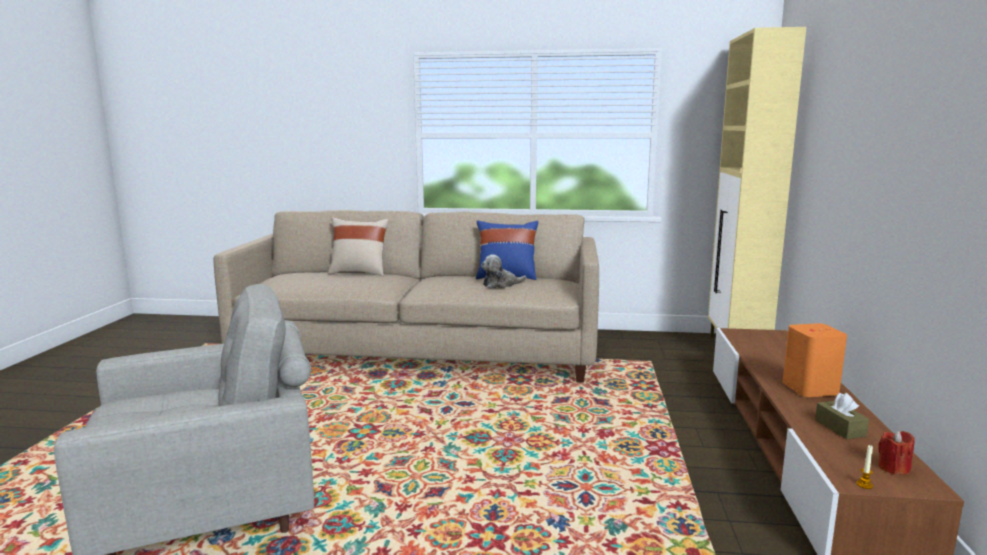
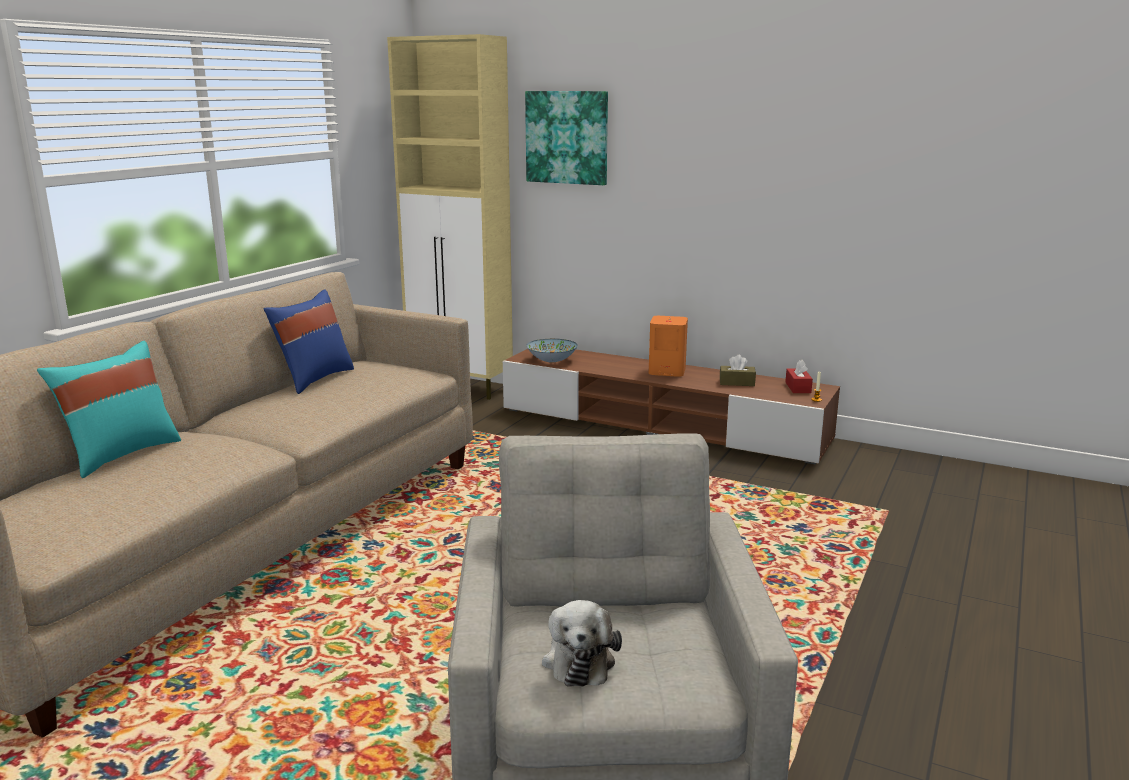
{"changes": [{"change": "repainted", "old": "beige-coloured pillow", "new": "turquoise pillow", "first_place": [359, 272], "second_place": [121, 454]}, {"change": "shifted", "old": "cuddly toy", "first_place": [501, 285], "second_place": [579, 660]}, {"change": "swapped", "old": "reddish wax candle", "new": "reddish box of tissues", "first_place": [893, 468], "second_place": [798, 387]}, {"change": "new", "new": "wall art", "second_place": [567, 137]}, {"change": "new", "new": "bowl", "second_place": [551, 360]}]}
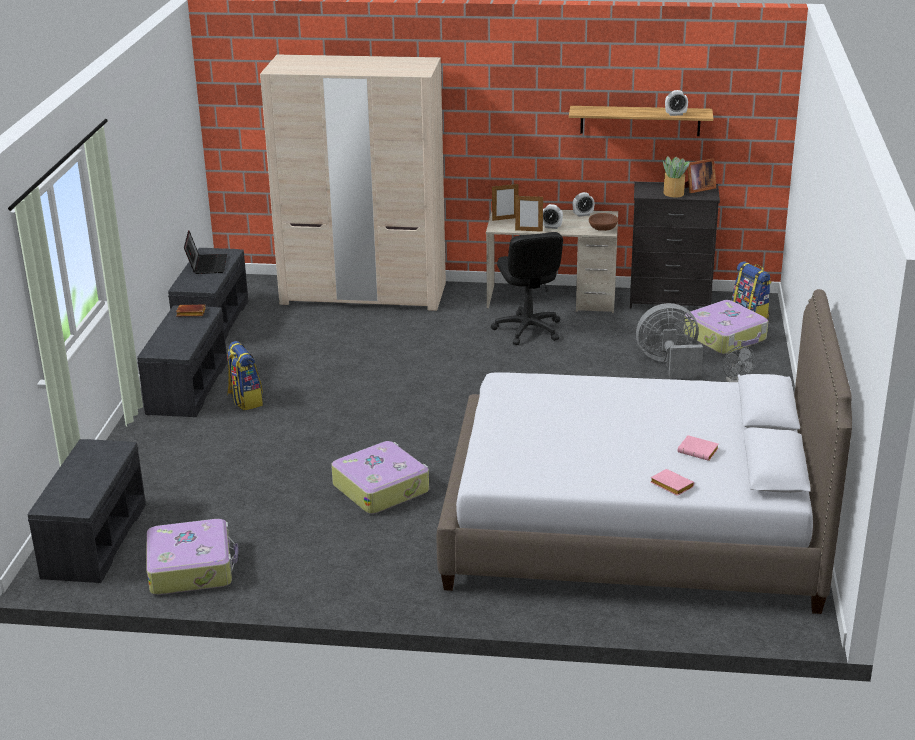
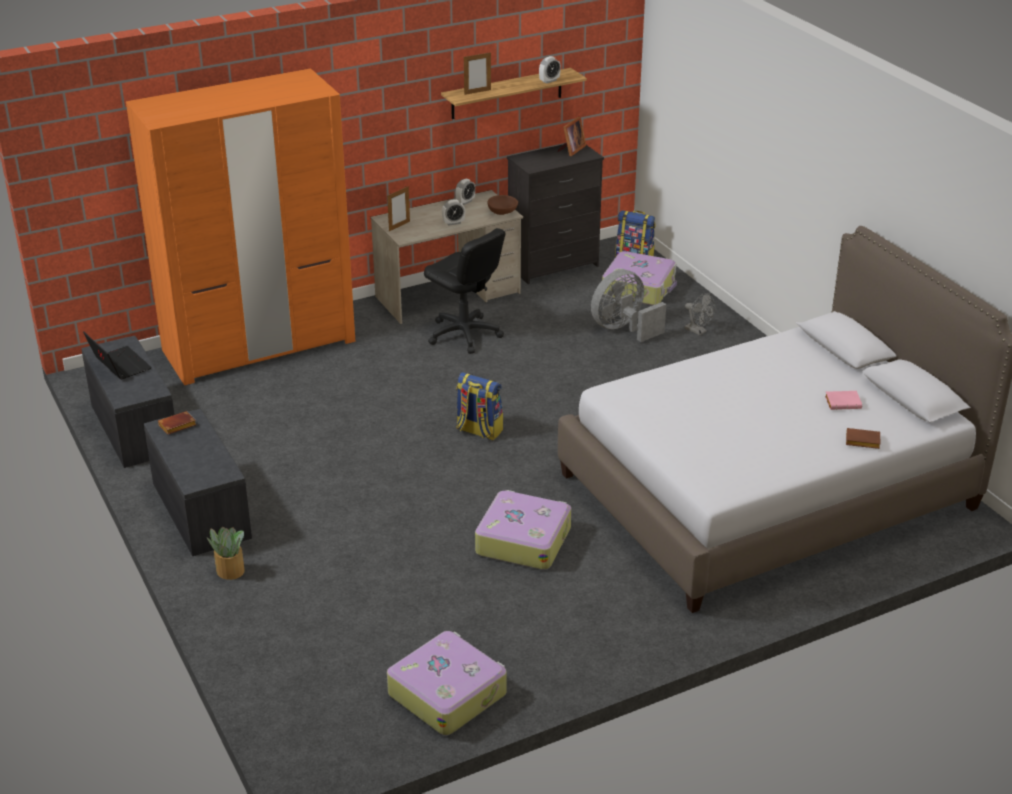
{"changes": [{"change": "repainted", "old": "beige-coloured clothes cupboard", "new": "orange-coloured clothes cupboard", "first_place": [363, 294], "second_place": [259, 346]}, {"change": "shifted", "old": "potted plant", "first_place": [673, 193], "second_place": [230, 570]}, {"change": "shifted", "old": "photo frame", "first_place": [529, 230], "second_place": [477, 92]}, {"change": "shifted", "old": "knapsack", "first_place": [245, 400], "second_place": [478, 431]}, {"change": "gone", "old": "gray bench", "first_place": [94, 539]}, {"change": "repainted", "old": "pink book", "new": "brownish book", "first_place": [670, 485], "second_place": [861, 442]}]}
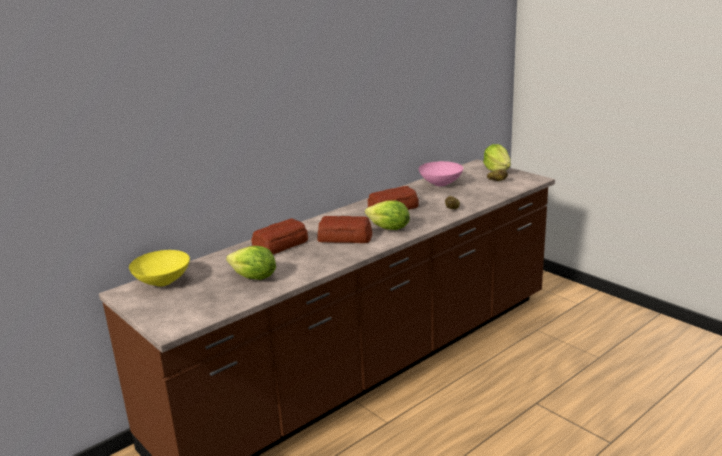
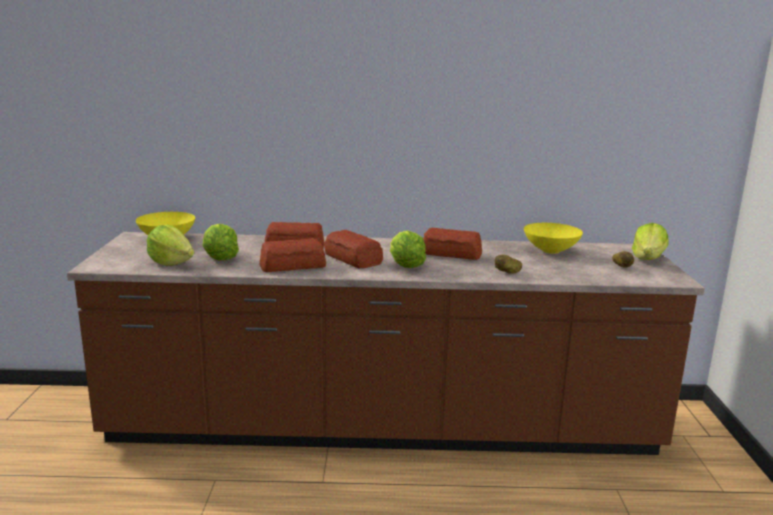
{"changes": [{"change": "repainted", "old": "pink bowl", "new": "yellowish bowl", "first_place": [440, 184], "second_place": [550, 251]}, {"change": "new", "new": "lettuce head", "second_place": [171, 263]}, {"change": "new", "new": "bread", "second_place": [293, 265]}]}
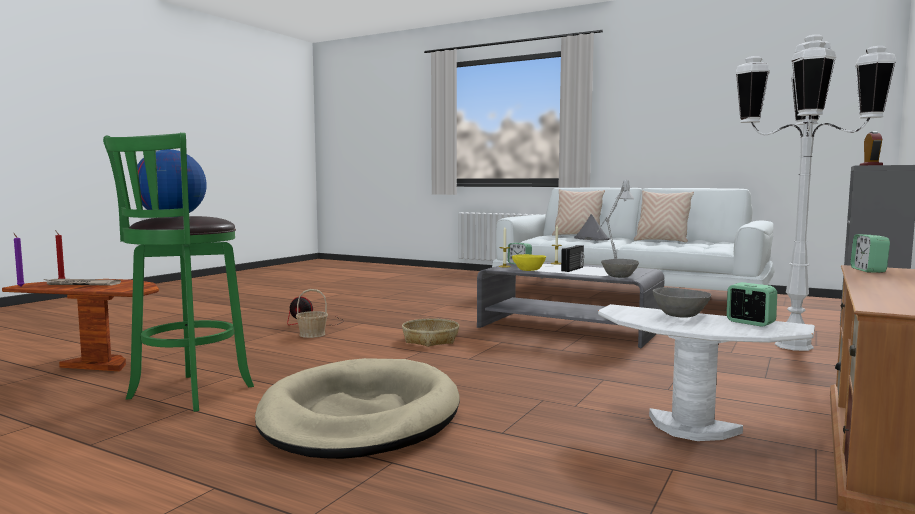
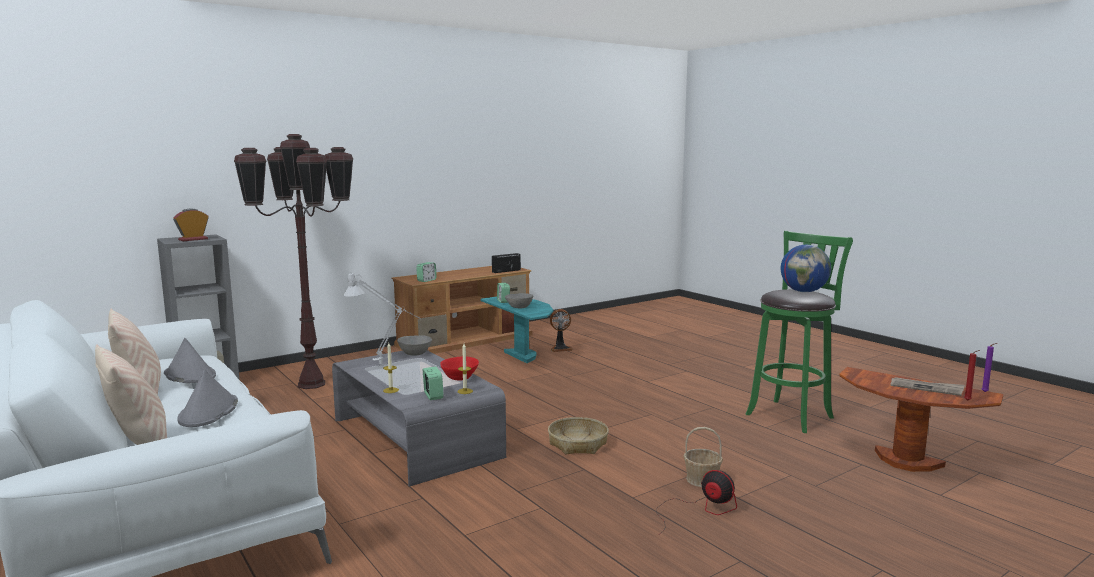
{"changes": [{"change": "repainted", "old": "white-coloured standing lamp", "new": "brownish standing lamp", "first_place": [793, 346], "second_place": [312, 384]}, {"change": "shifted", "old": "radio receiver", "first_place": [573, 269], "second_place": [506, 271]}, {"change": "repainted", "old": "yellowish bowl", "new": "reddish bowl", "first_place": [529, 270], "second_place": [459, 378]}, {"change": "repainted", "old": "white-coloured accent table", "new": "turquoise accent table", "first_place": [691, 428], "second_place": [521, 356]}, {"change": "gone", "old": "beige-coloured pet bed", "first_place": [360, 416]}, {"change": "new", "new": "cooling fan", "second_place": [560, 348]}, {"change": "new", "new": "gray hat", "second_place": [189, 375]}]}
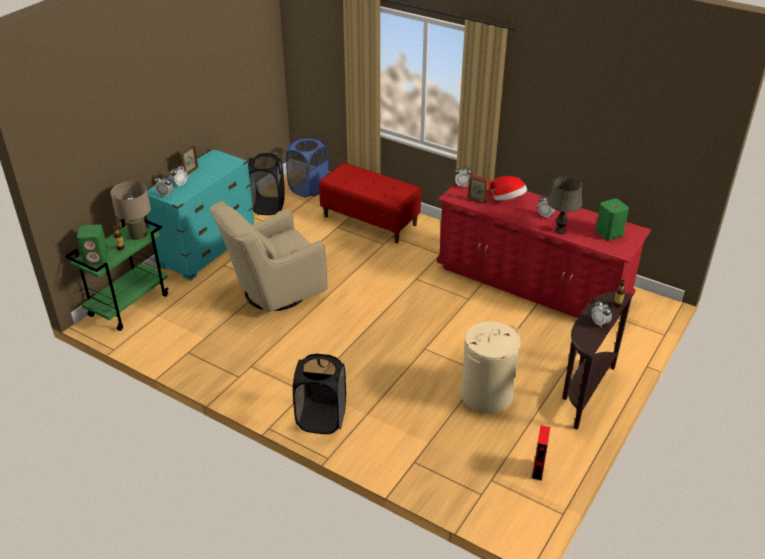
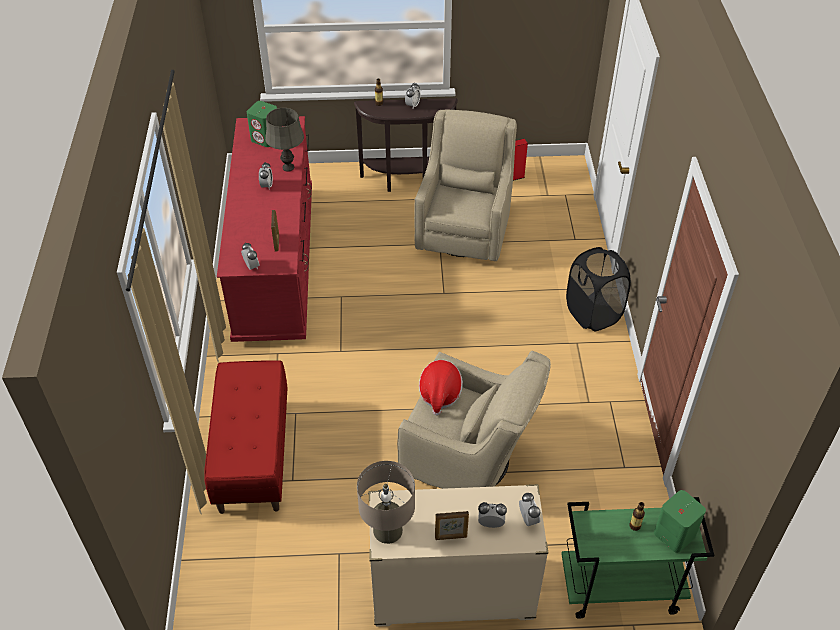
{"changes": [{"change": "gone", "old": "blue-coloured washing basket", "first_place": [309, 189]}, {"change": "repainted", "old": "turquoise chest of drawers", "new": "beige-coloured chest of drawers", "first_place": [207, 249], "second_place": [452, 592]}, {"change": "gone", "old": "black washing basket", "first_place": [268, 206]}, {"change": "shifted", "old": "hat", "first_place": [507, 200], "second_place": [440, 394]}, {"change": "shifted", "old": "beige-coloured table lamp", "first_place": [138, 234], "second_place": [387, 530]}, {"change": "swapped", "old": "beige-coloured washing basket", "new": "beige-coloured easy chair", "first_place": [486, 395], "second_place": [464, 230]}]}
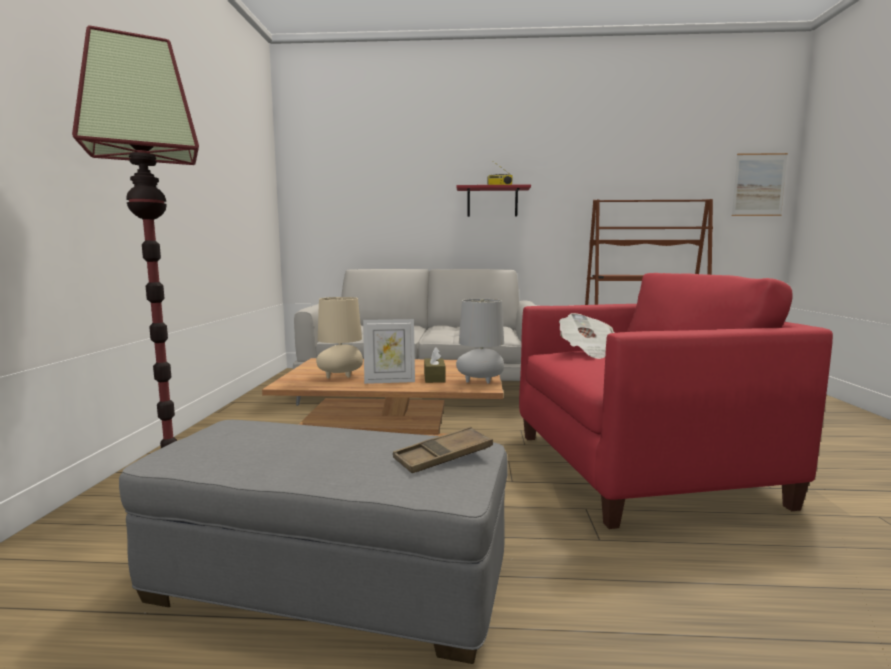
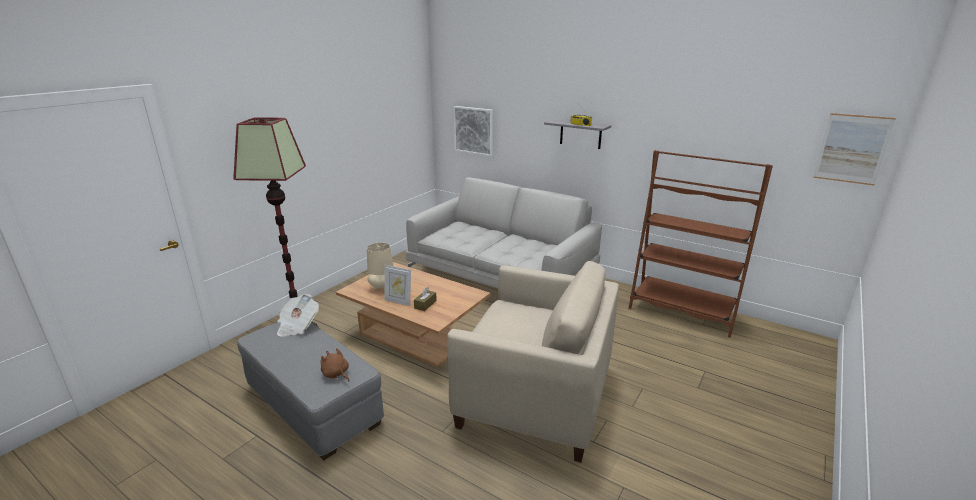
{"changes": [{"change": "repainted", "old": "reddish bracket shelf", "new": "gray bracket shelf", "first_place": [492, 202], "second_place": [580, 134]}, {"change": "repainted", "old": "reddish easy chair", "new": "beige-coloured easy chair", "first_place": [638, 468], "second_place": [535, 396]}, {"change": "gone", "old": "gray table lamp", "first_place": [480, 382]}, {"change": "shifted", "old": "daily paper", "first_place": [588, 352], "second_place": [297, 326]}, {"change": "swapped", "old": "brownish tray", "new": "brownish cuddly toy", "first_place": [443, 456], "second_place": [336, 374]}, {"change": "new", "new": "wall art", "second_place": [474, 130]}]}
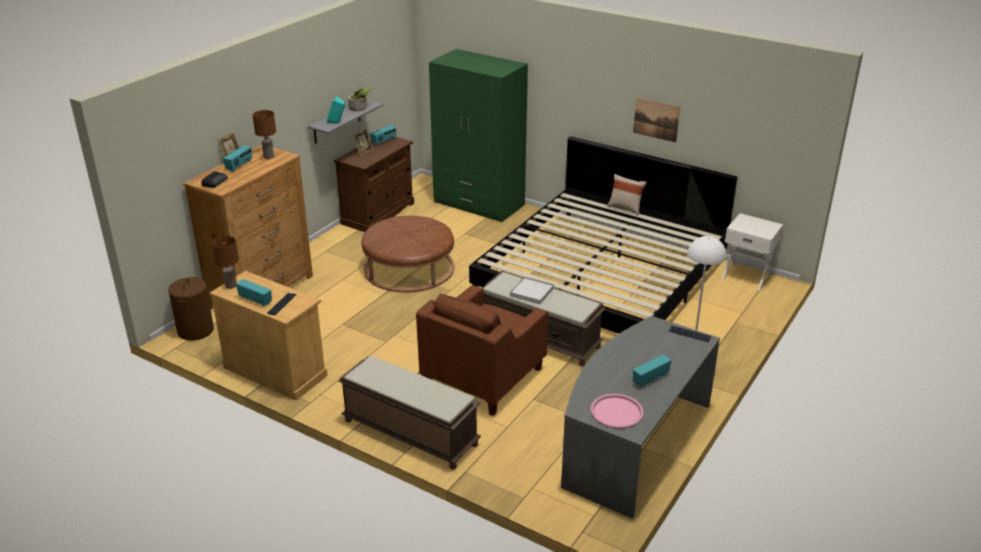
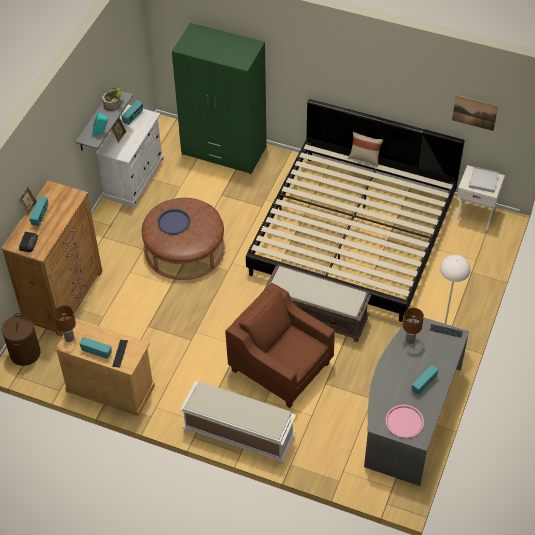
{"changes": [{"change": "shifted", "old": "wall art", "first_place": [656, 119], "second_place": [475, 112]}, {"change": "shifted", "old": "brownish table lamp", "first_place": [268, 156], "second_place": [410, 340]}, {"change": "repainted", "old": "brownish cupboard", "new": "white-coloured cupboard", "first_place": [378, 213], "second_place": [134, 178]}, {"change": "shifted", "old": "white-coloured tray", "first_place": [531, 292], "second_place": [483, 180]}, {"change": "rotated", "old": "brownish easy chair", "first_place": [483, 377], "second_place": [281, 367], "degrees": 105}, {"change": "repainted", "old": "brownish bench", "new": "white-coloured bench", "first_place": [409, 433], "second_place": [238, 434]}, {"change": "new", "new": "blue-coloured tray", "second_place": [173, 222]}]}
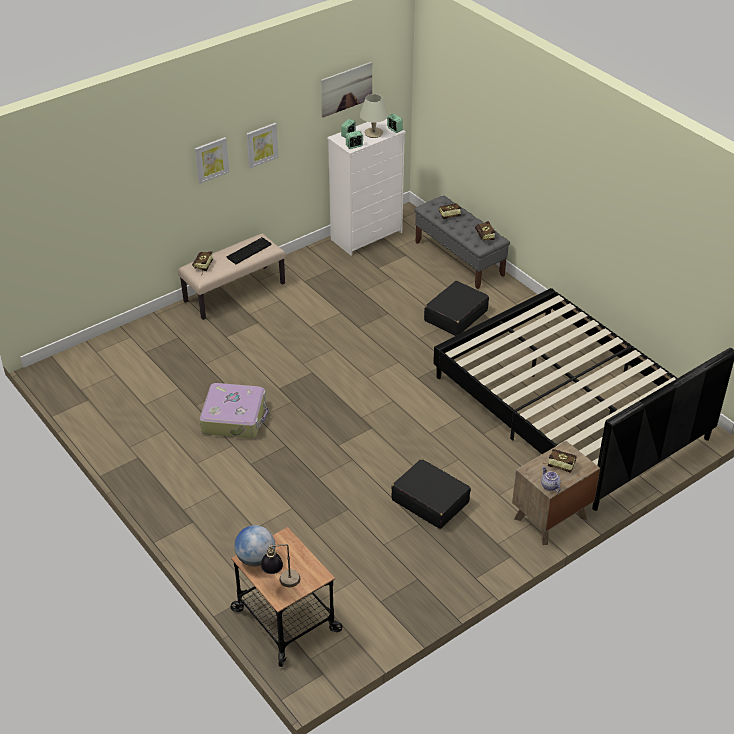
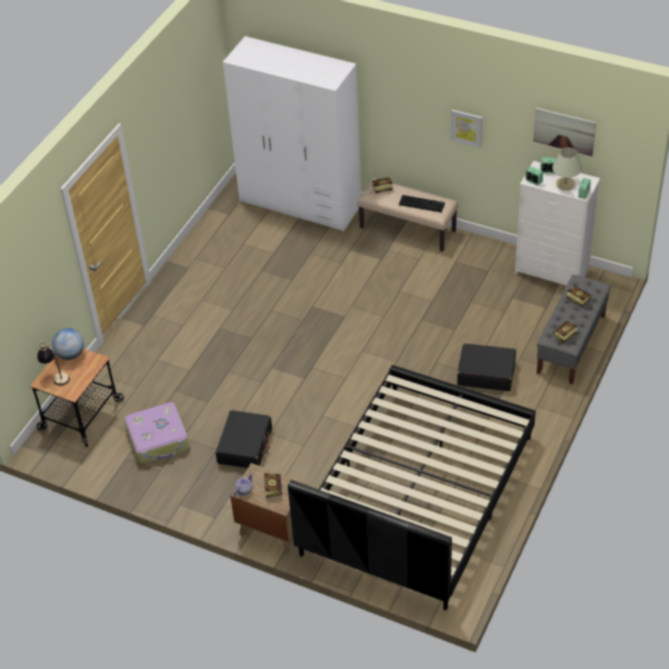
{"changes": [{"change": "gone", "old": "wall art", "first_place": [211, 160]}, {"change": "shifted", "old": "piece of luggage", "first_place": [235, 418], "second_place": [158, 439]}, {"change": "new", "new": "white-coloured clothes cupboard", "second_place": [300, 203]}]}
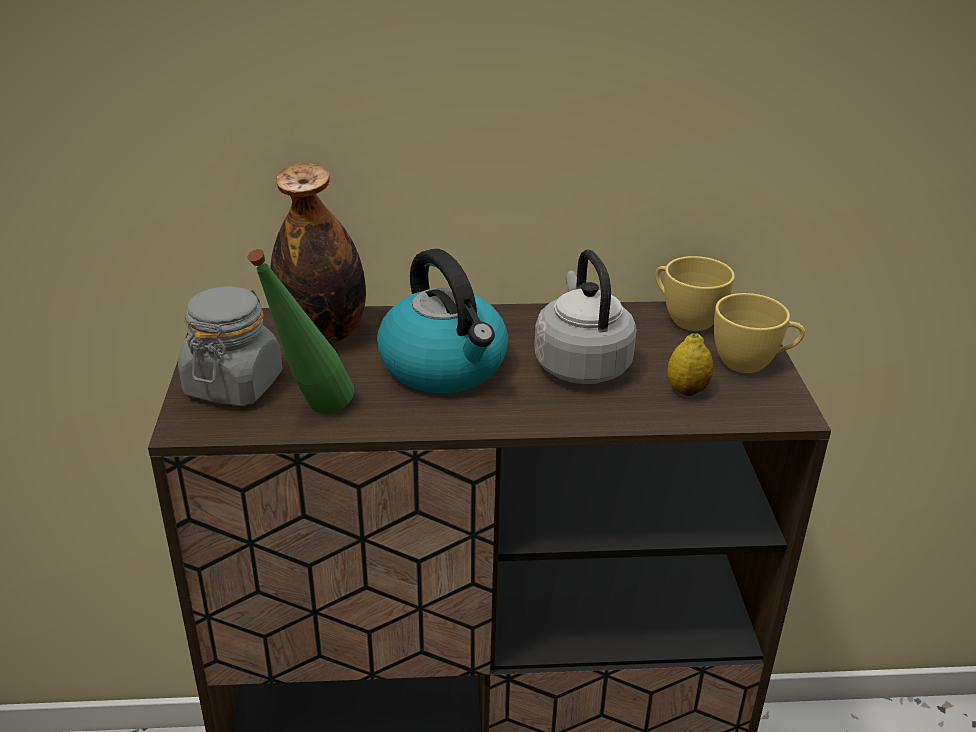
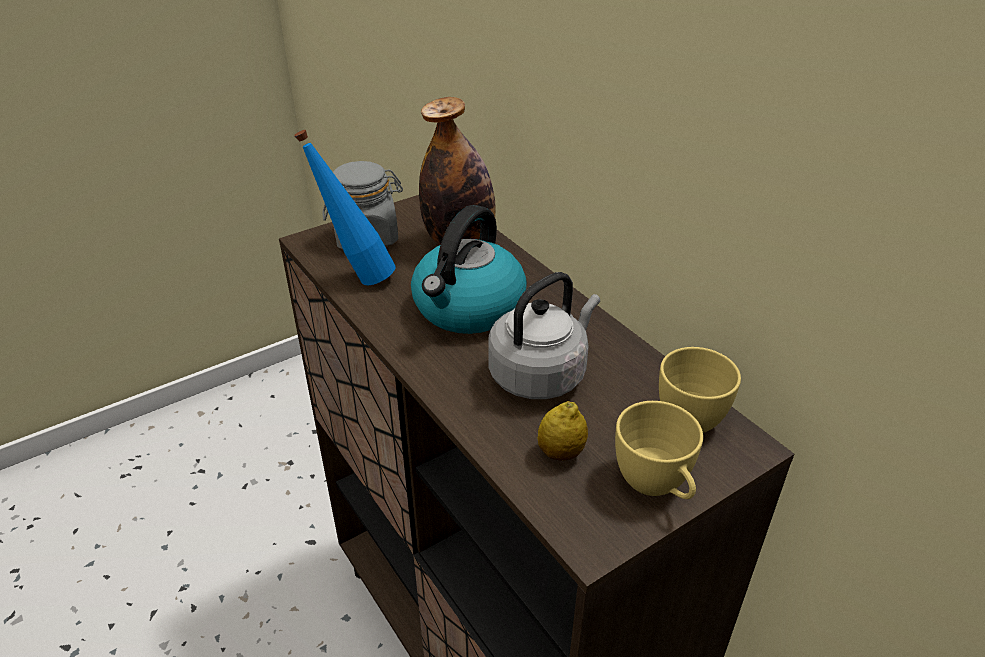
{"changes": [{"change": "repainted", "old": "greenish bottle", "new": "blue-coloured bottle", "first_place": [310, 414], "second_place": [356, 277]}]}
